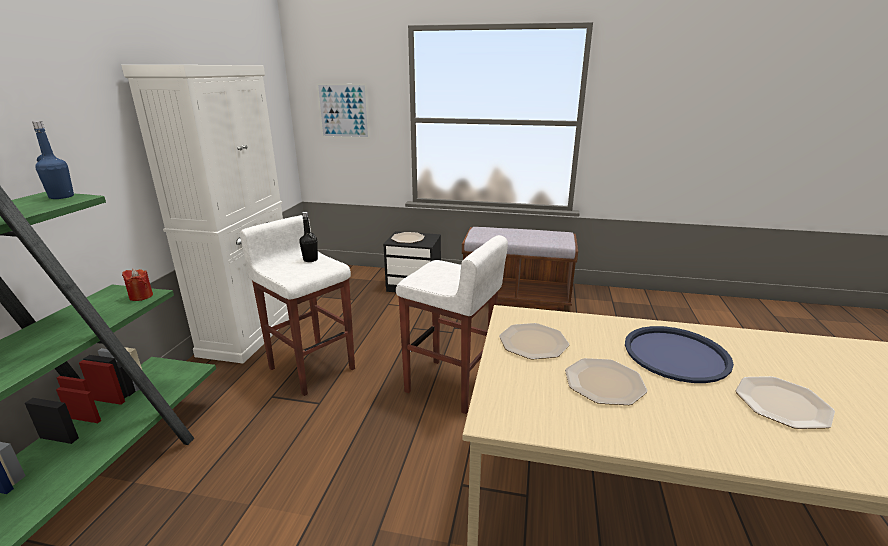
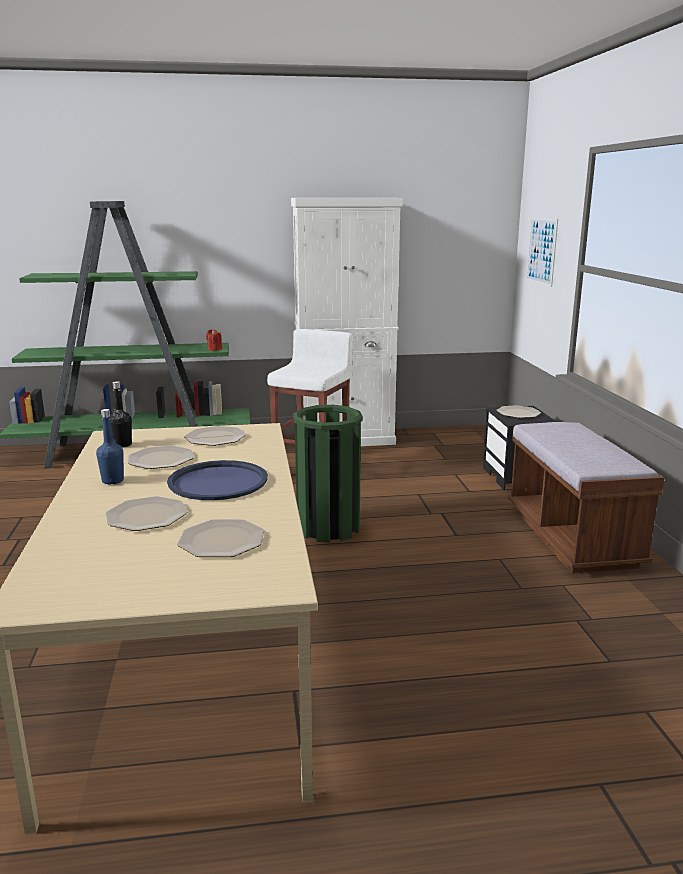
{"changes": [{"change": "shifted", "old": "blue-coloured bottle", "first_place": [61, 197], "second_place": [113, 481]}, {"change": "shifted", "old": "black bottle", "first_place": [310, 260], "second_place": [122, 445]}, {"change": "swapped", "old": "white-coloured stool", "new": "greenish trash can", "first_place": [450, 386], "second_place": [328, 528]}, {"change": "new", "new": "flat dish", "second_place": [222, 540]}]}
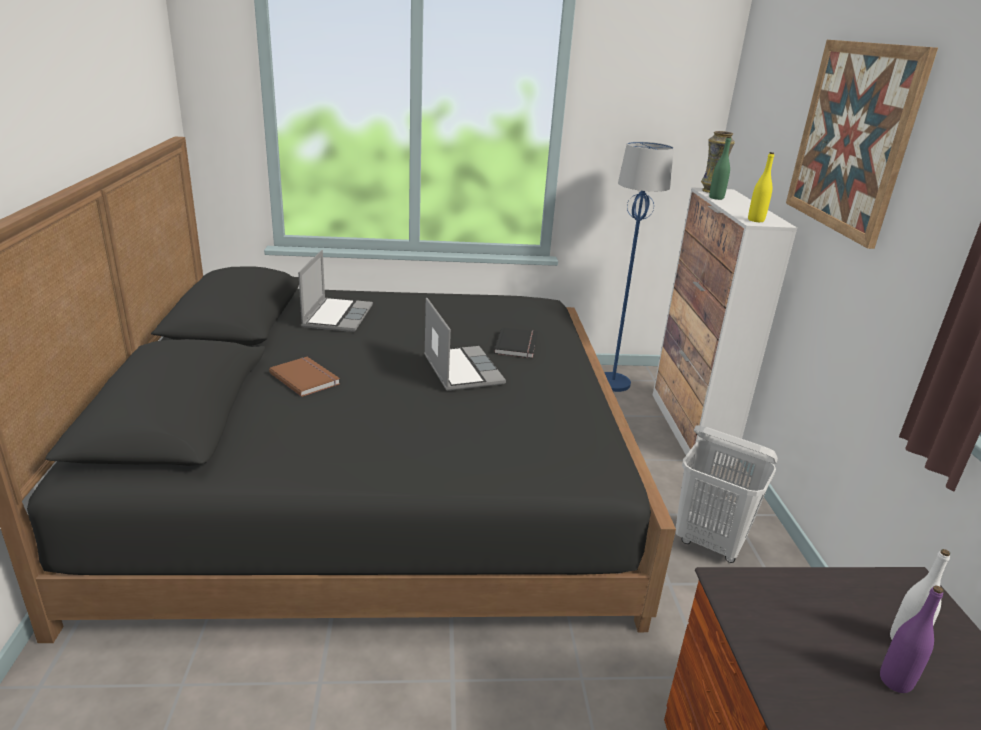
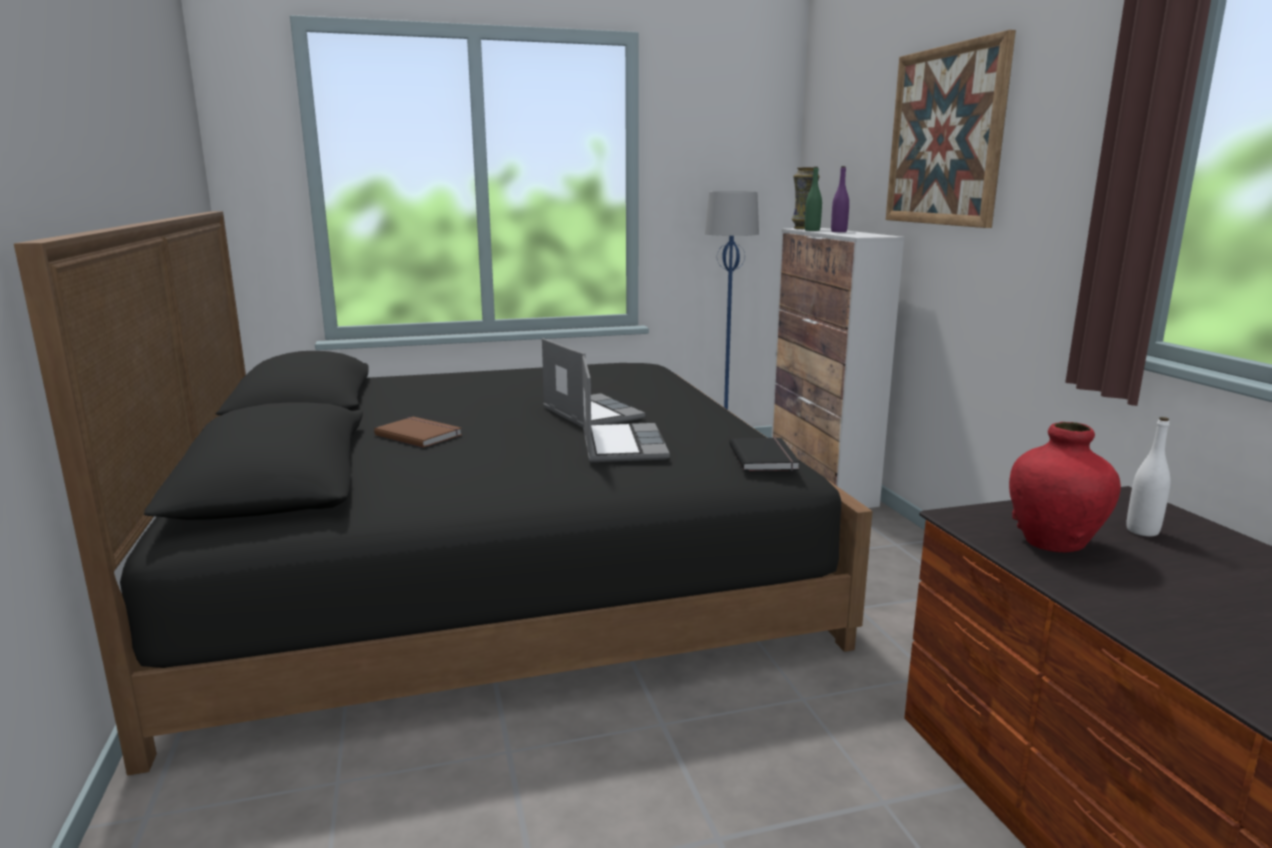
{"changes": [{"change": "gone", "old": "yellowish bottle", "first_place": [756, 220]}, {"change": "shifted", "old": "portable computer", "first_place": [337, 316], "second_place": [621, 445]}, {"change": "shifted", "old": "black book", "first_place": [518, 345], "second_place": [765, 457]}, {"change": "gone", "old": "white-coloured washing basket", "first_place": [710, 543]}, {"change": "shifted", "old": "purple bottle", "first_place": [895, 681], "second_place": [838, 231]}, {"change": "new", "new": "reddish vase", "second_place": [1054, 543]}]}
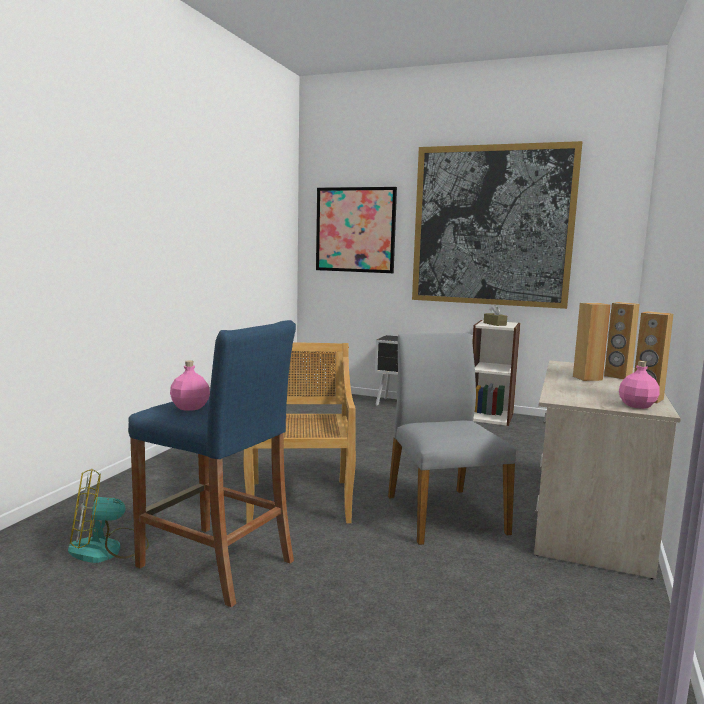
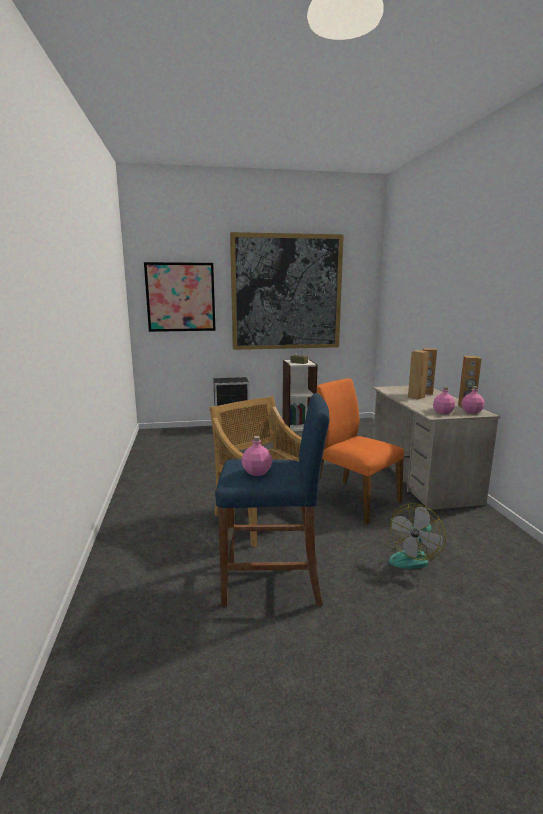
{"changes": [{"change": "repainted", "old": "gray chair", "new": "orange-coloured chair", "first_place": [443, 513], "second_place": [354, 500]}, {"change": "shifted", "old": "cooling fan", "first_place": [108, 549], "second_place": [412, 556]}, {"change": "new", "new": "pink bottle", "second_place": [443, 412]}]}
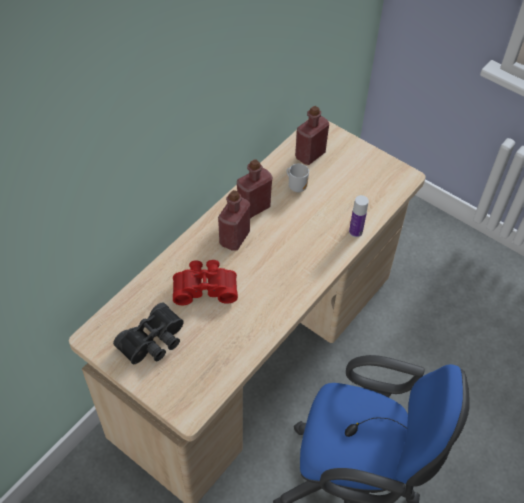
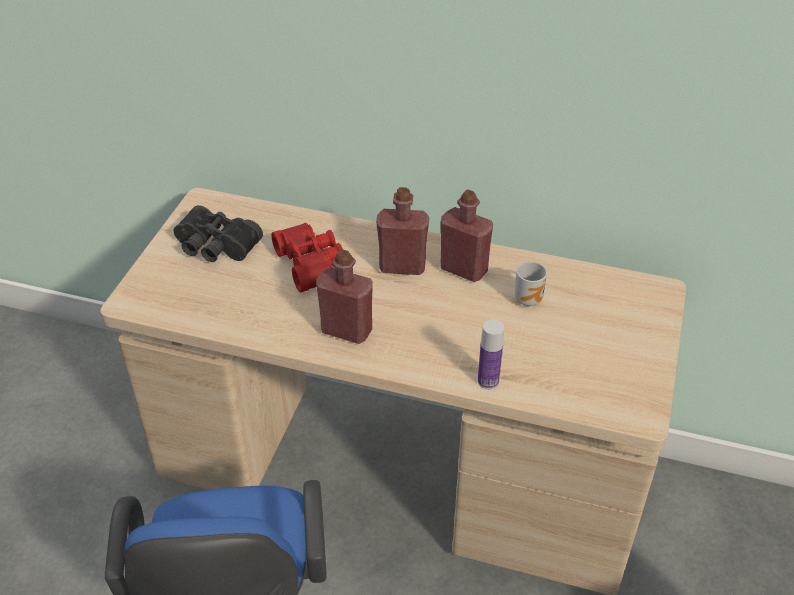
{"changes": [{"change": "shifted", "old": "reddish bottle", "first_place": [310, 155], "second_place": [346, 330]}]}
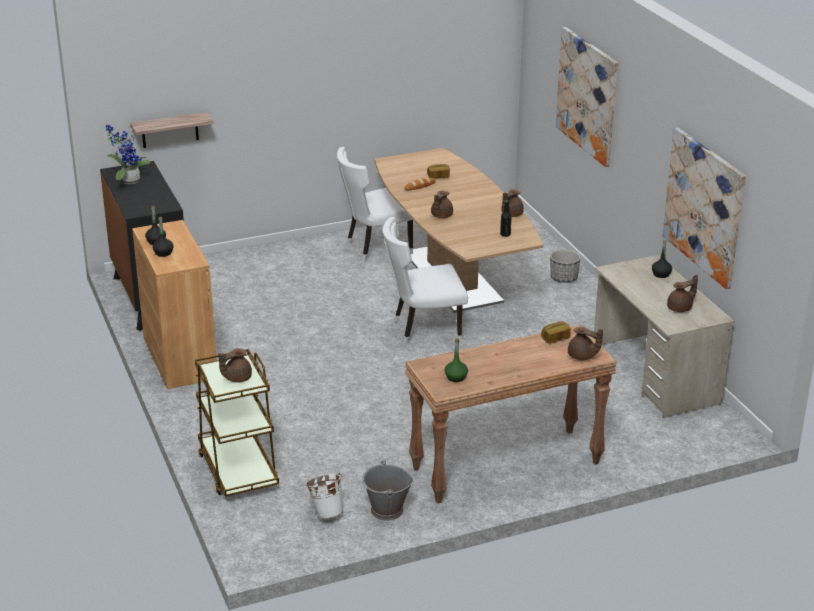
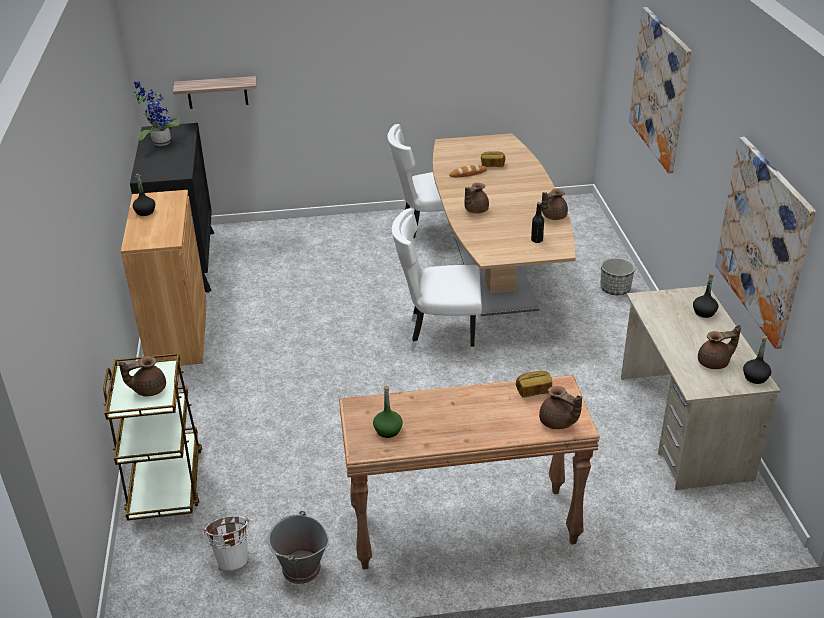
{"changes": [{"change": "shifted", "old": "black bottle", "first_place": [163, 253], "second_place": [755, 378]}]}
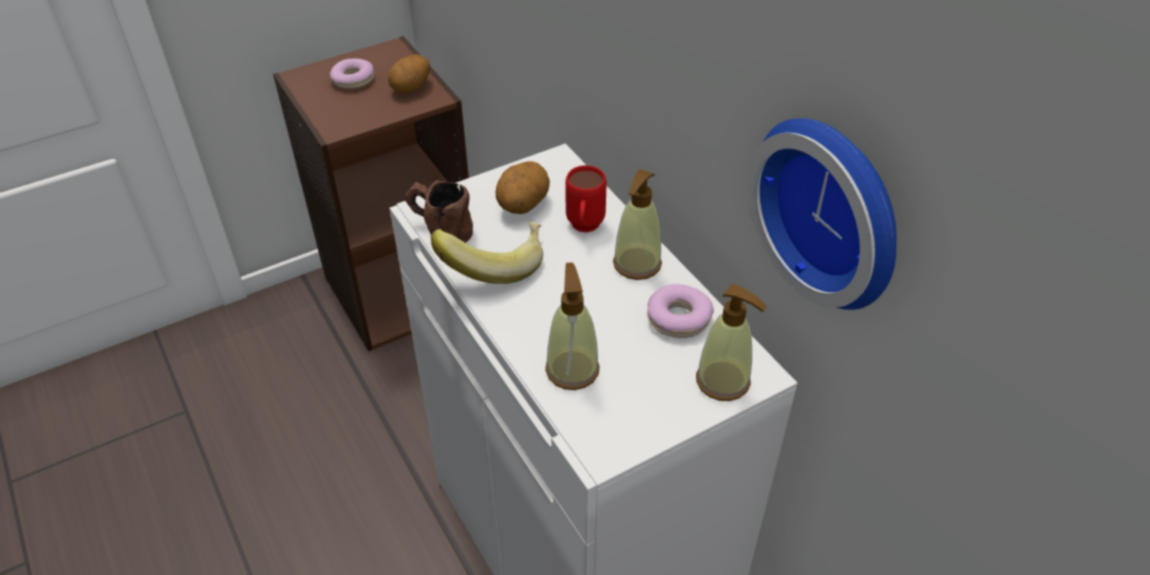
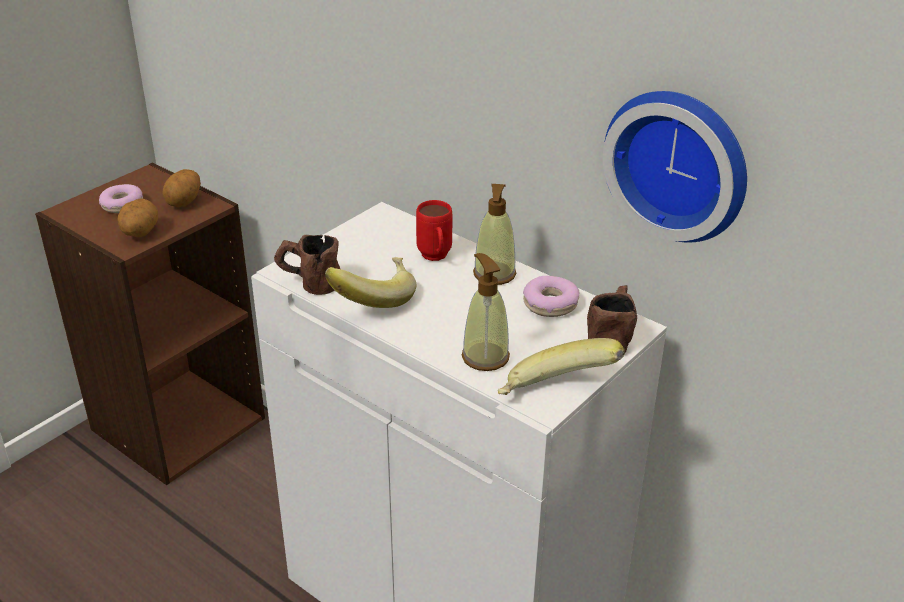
{"changes": [{"change": "shifted", "old": "spud", "first_place": [522, 205], "second_place": [140, 233]}, {"change": "swapped", "old": "liquid soap bottle", "new": "brownish coffee mug", "first_place": [723, 381], "second_place": [610, 338]}, {"change": "new", "new": "banana", "second_place": [556, 395]}]}
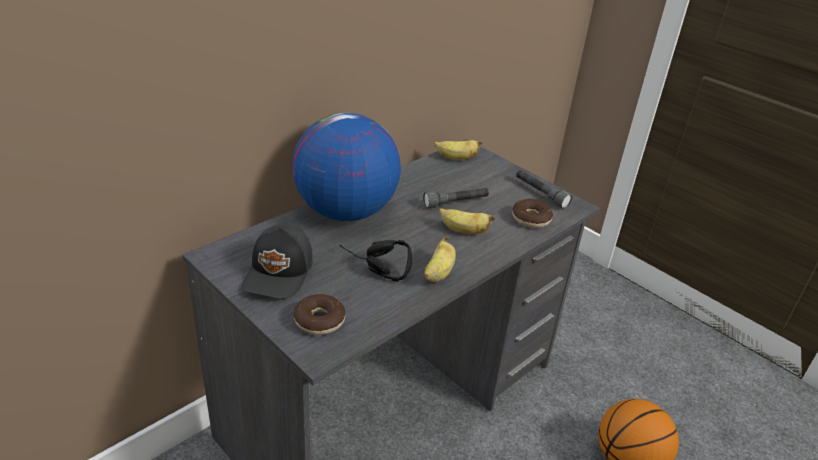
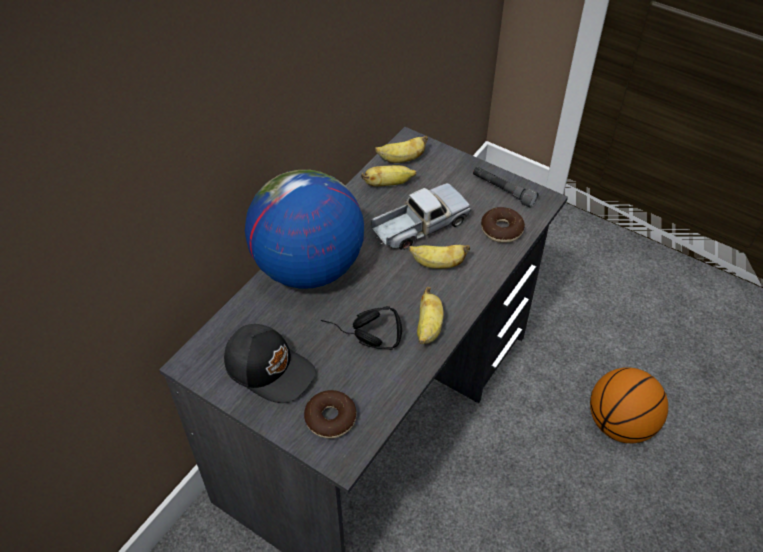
{"changes": [{"change": "swapped", "old": "gray flashlight", "new": "toy lorry", "first_place": [456, 203], "second_place": [419, 226]}, {"change": "rotated", "old": "black baseball cap", "first_place": [280, 273], "second_place": [270, 368], "degrees": -60}, {"change": "new", "new": "banana", "second_place": [388, 184]}]}
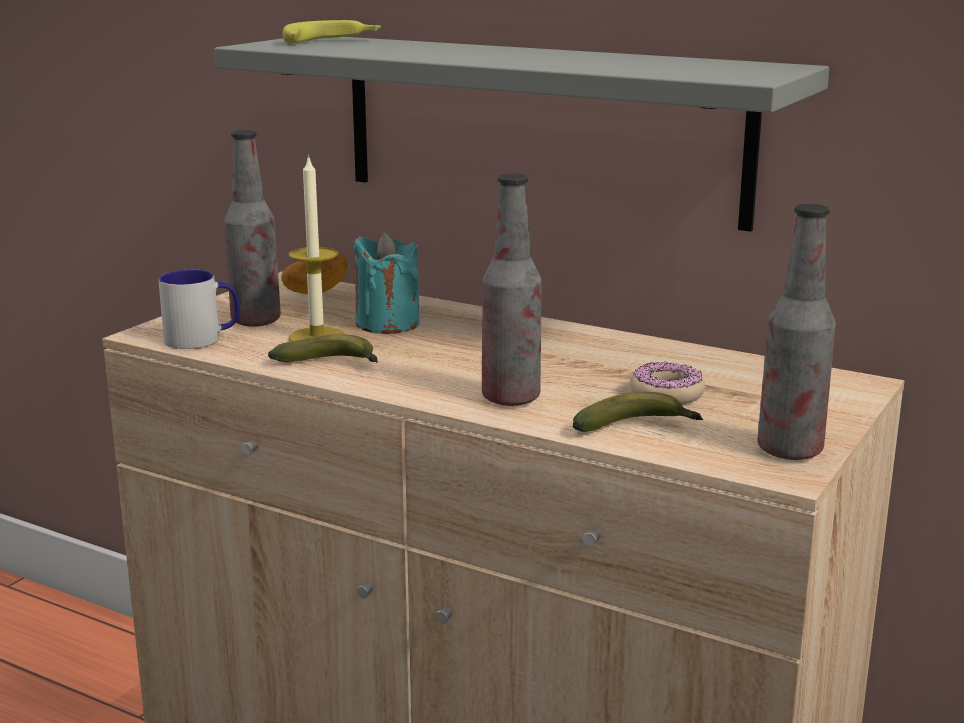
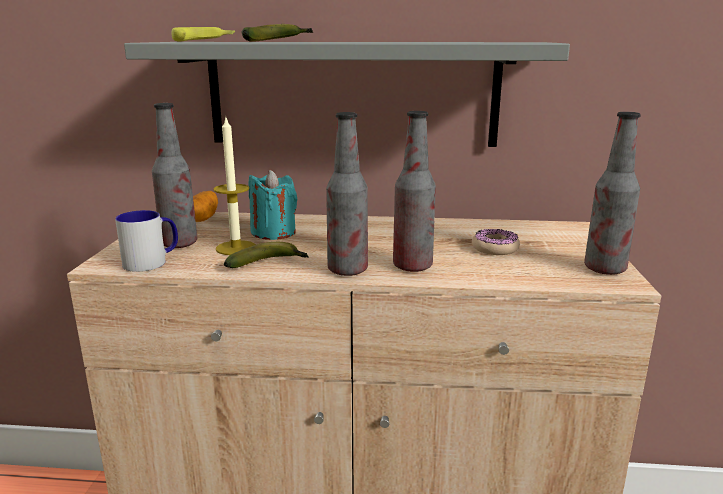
{"changes": [{"change": "shifted", "old": "banana", "first_place": [637, 428], "second_place": [277, 41]}, {"change": "new", "new": "bottle", "second_place": [347, 270]}]}
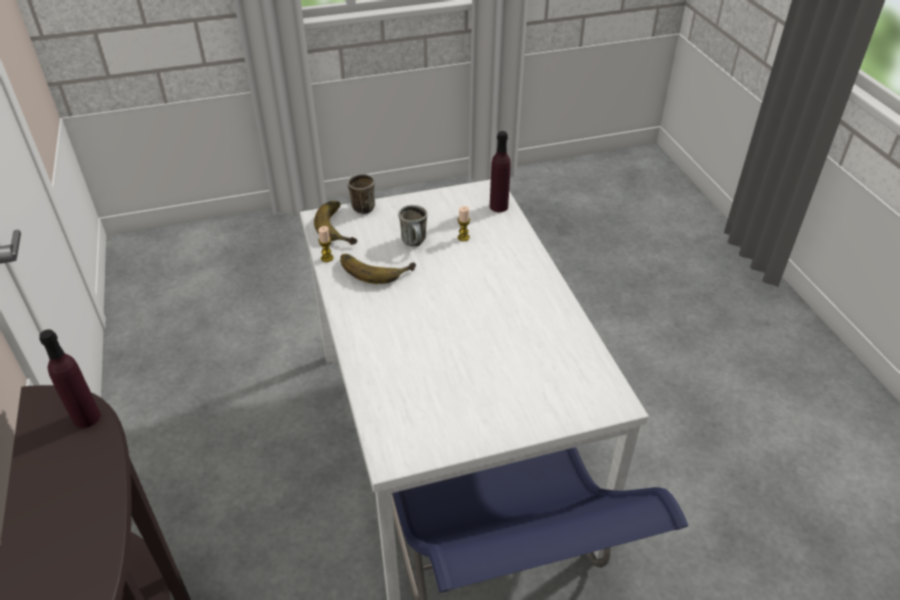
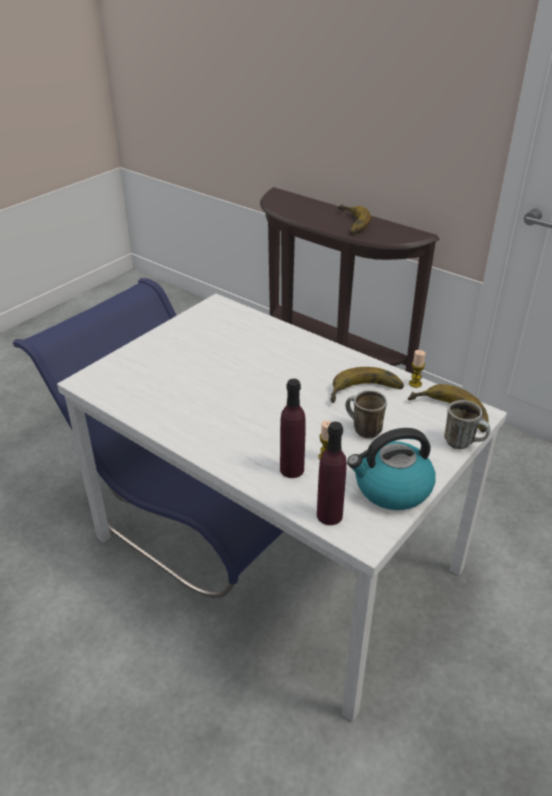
{"changes": [{"change": "shifted", "old": "purple bottle", "first_place": [86, 417], "second_place": [292, 469]}, {"change": "new", "new": "banana", "second_place": [349, 223]}, {"change": "new", "new": "tea kettle", "second_place": [391, 488]}]}
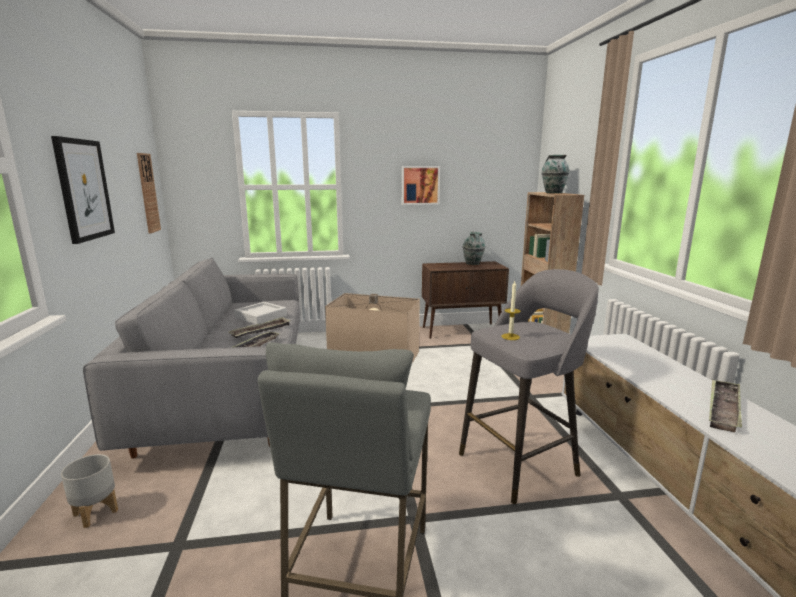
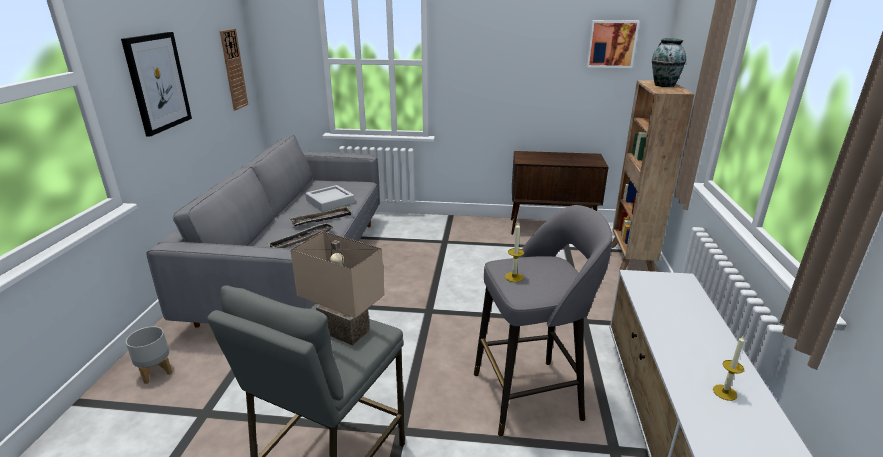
{"changes": [{"change": "shifted", "old": "wall art", "first_place": [420, 185], "second_place": [611, 44]}, {"change": "gone", "old": "vase", "first_place": [473, 263]}, {"change": "swapped", "old": "tray", "new": "wax candle", "first_place": [723, 409], "second_place": [724, 392]}]}
